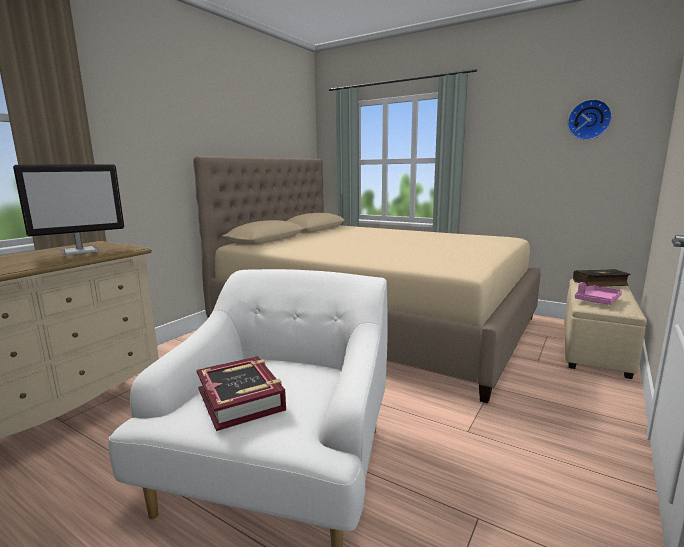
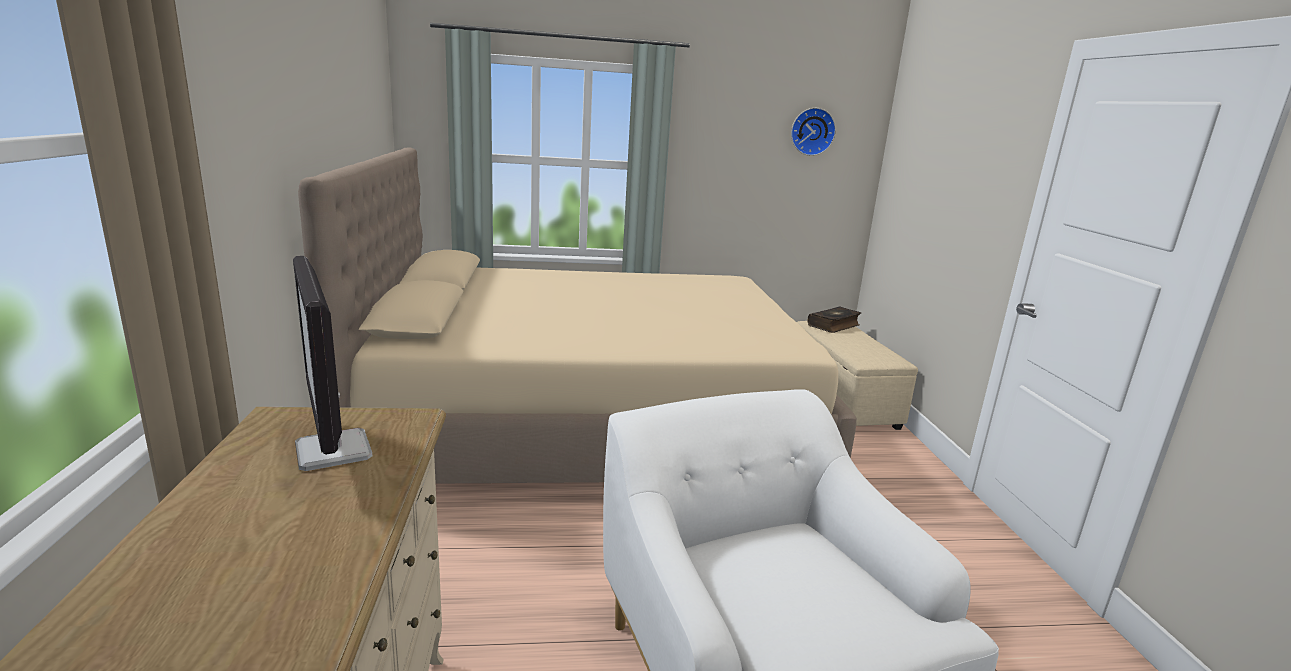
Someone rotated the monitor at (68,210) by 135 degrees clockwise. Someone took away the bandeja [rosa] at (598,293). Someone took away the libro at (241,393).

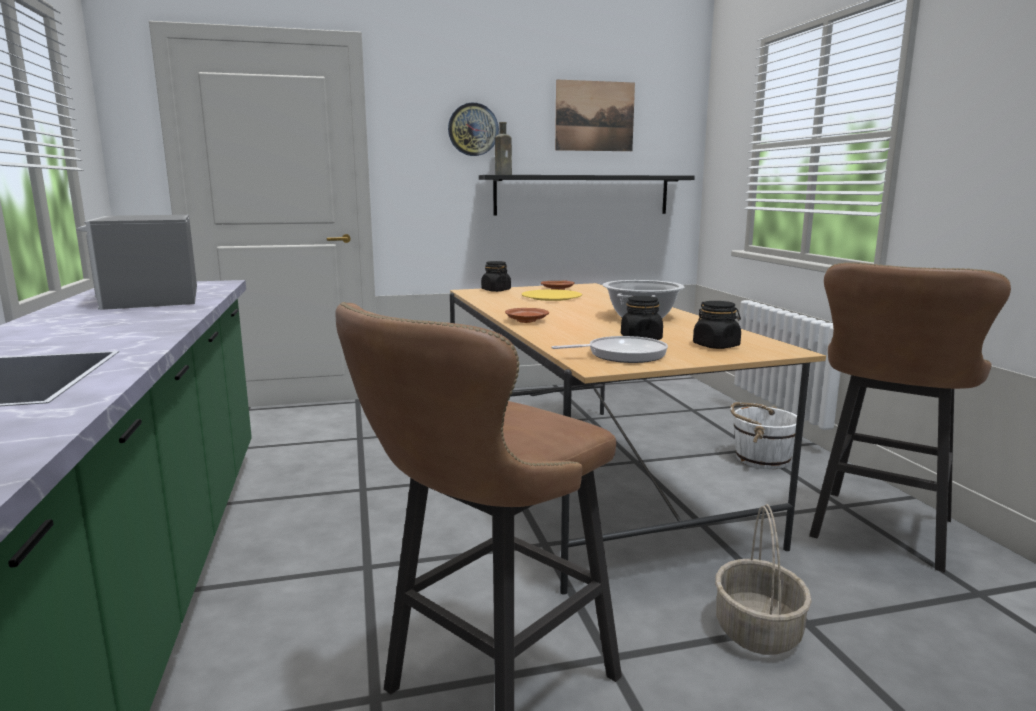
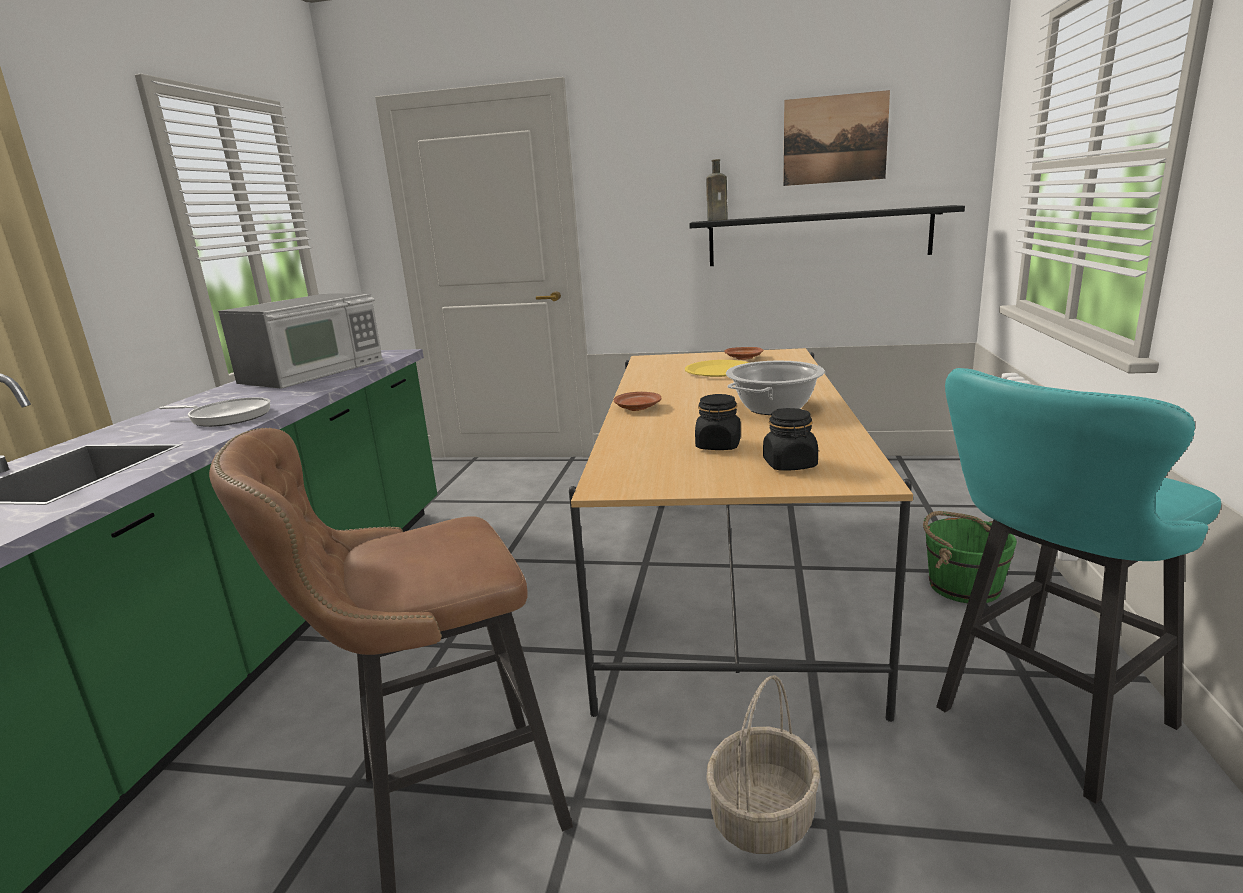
Someone took away the reloj de pared at (473,129). Someone rotated the microondas at (137,262) by 150 degrees counterclockwise. Someone took away the tarro [negro] at (496,276). Someone repainted the taburete [marrón] at (910,417), which became the taburete [turquesa] at (1078,586). Someone carried the sartén from (609,349) to (214,412). Someone repainted the cubo [blanco] at (763,435), which became the cubo [verde] at (970,557).

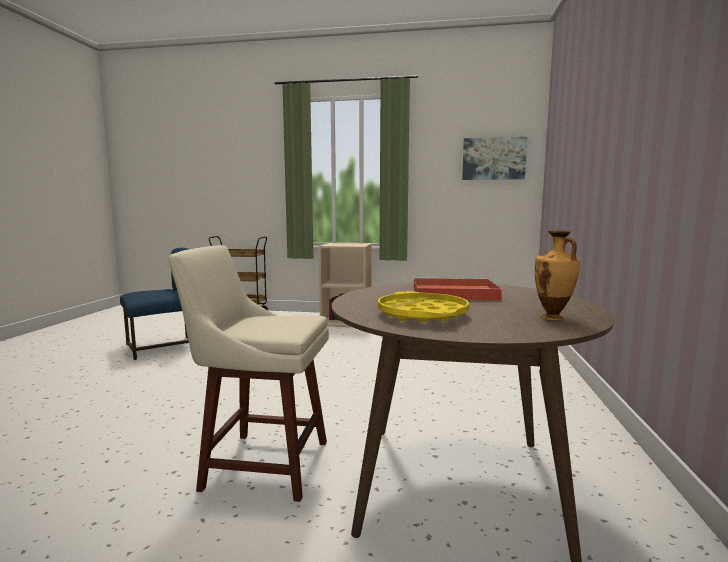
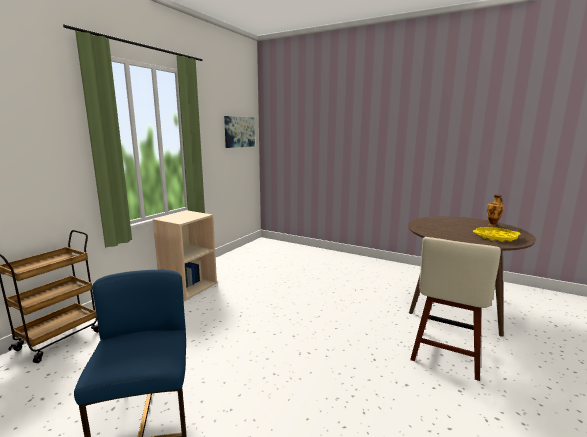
Someone took away the bandeja [rojo] at (458,289).

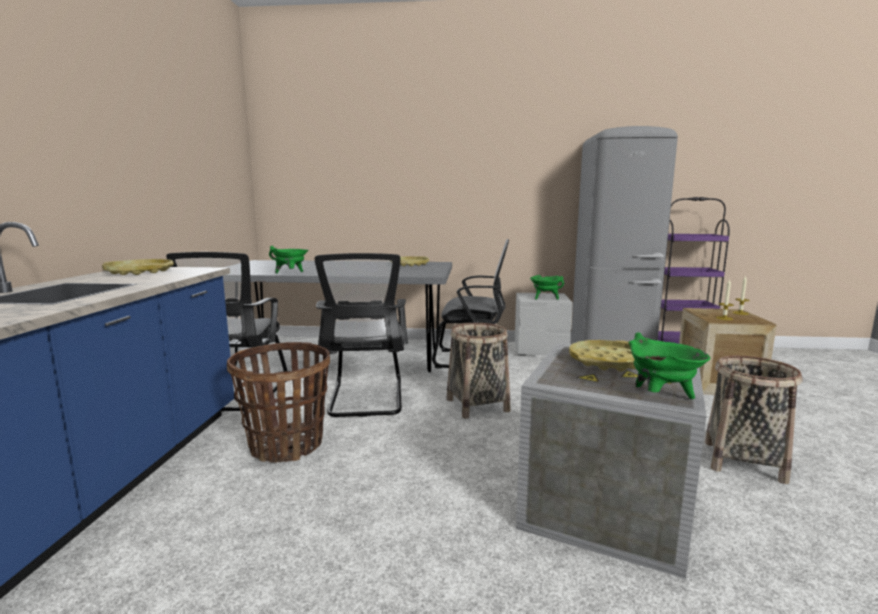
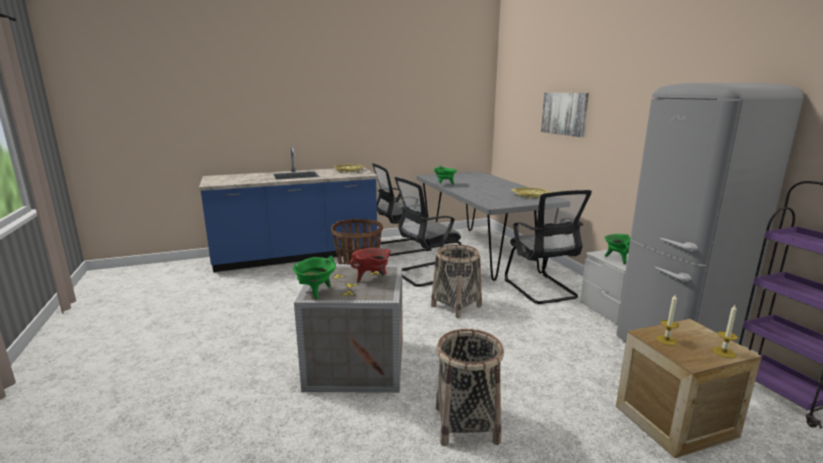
Someone swapped the bandeja [amarillo] at (602,356) for the olla [rojo] at (370,265). Someone put up the cuadro at (565,115).

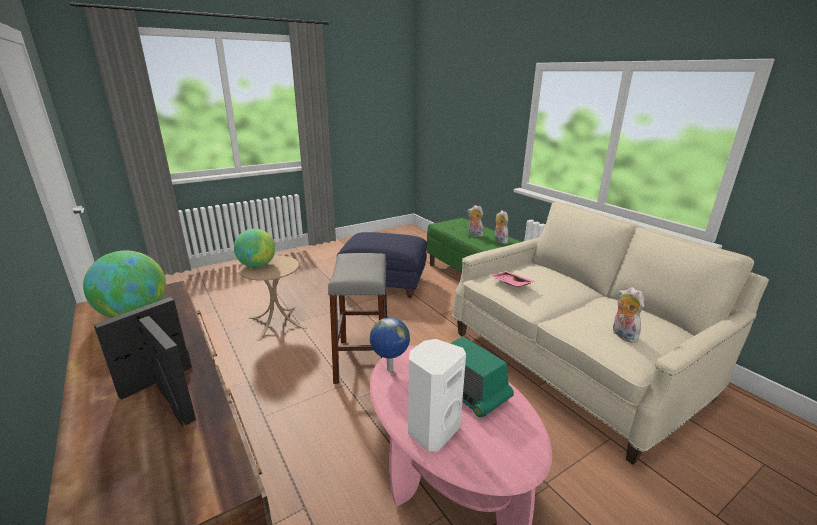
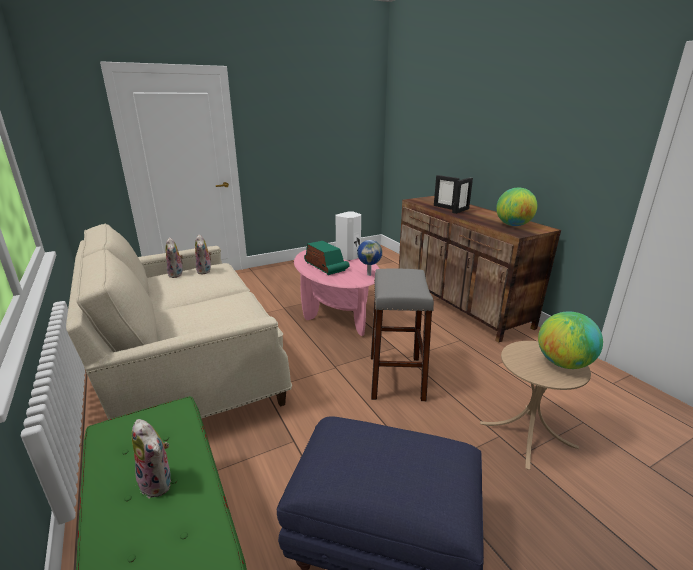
Someone carried the peluche from (502,227) to (174,257). Someone took away the bandeja [rosa] at (512,279).

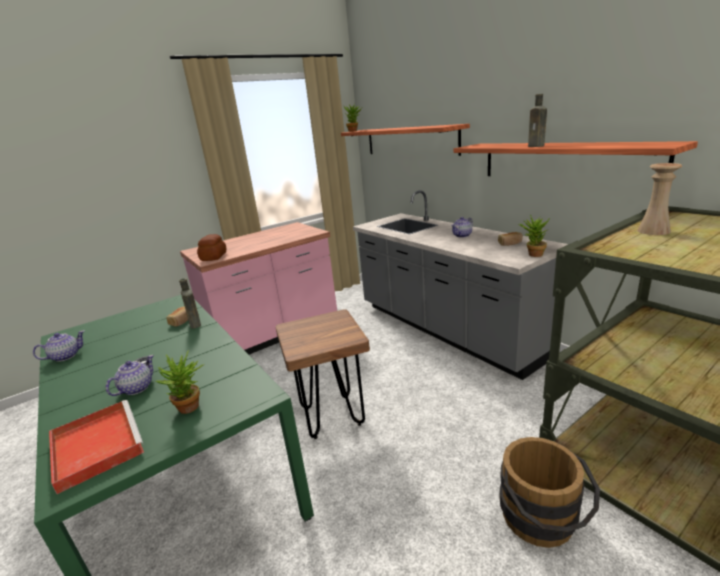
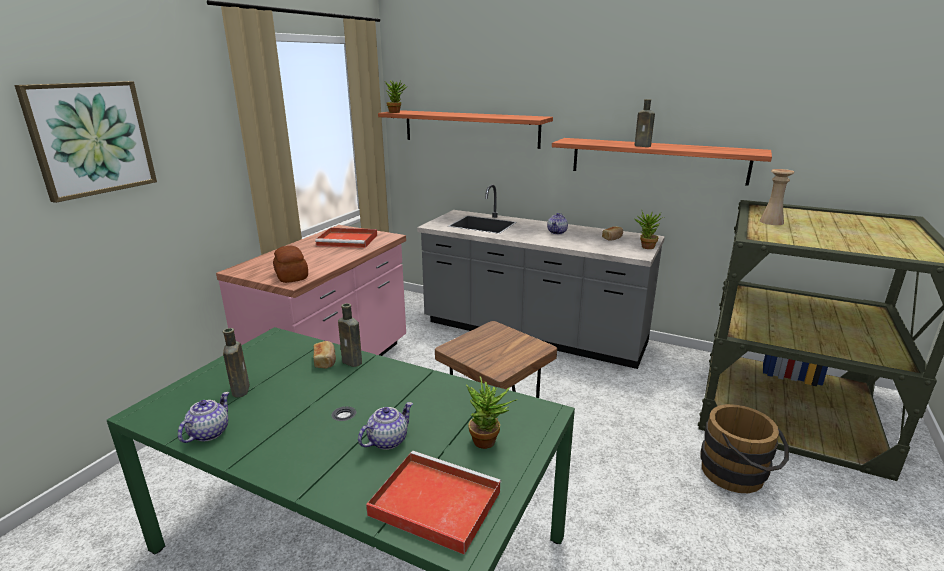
Someone rotated the tetera at (130,375) by 45 degrees clockwise. Someone put up the cuadro at (85,142). Someone put down the bandeja [rojo] at (346,237). Someone put down the botella [marrón] at (236,363).

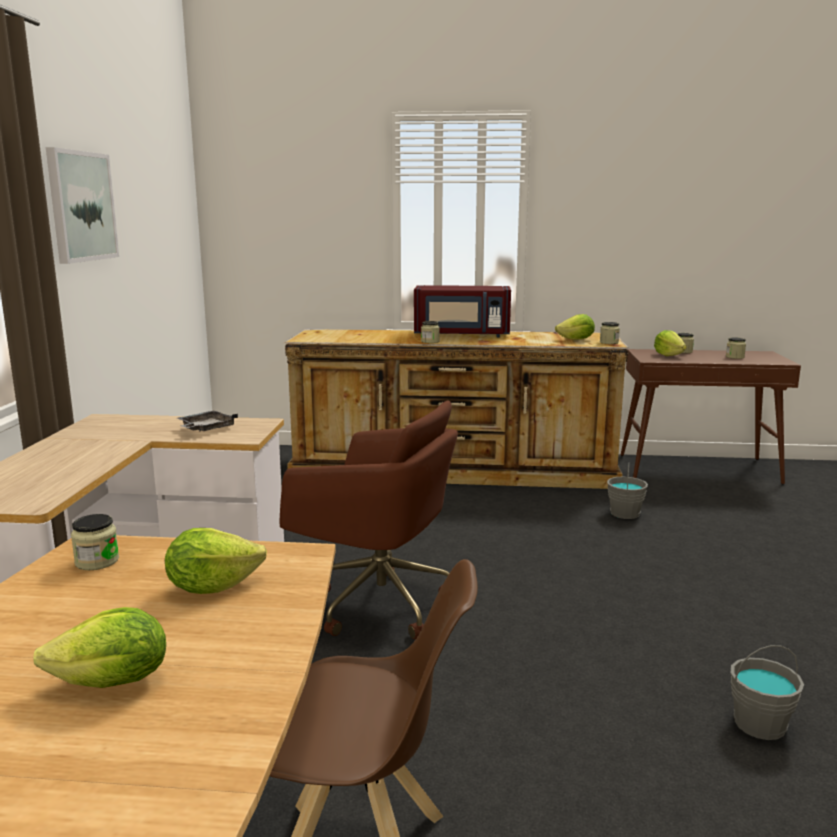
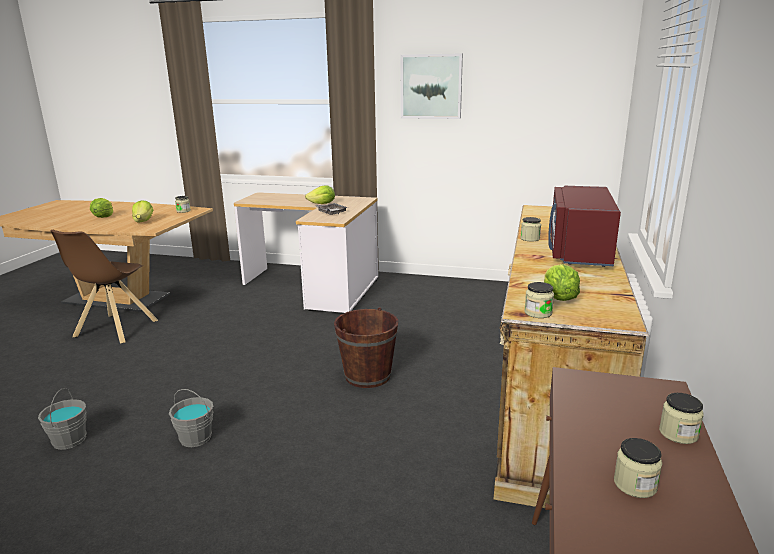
Someone carried the lechuga from (670,343) to (320,194). Someone took away the silla de oficina [marrón] at (369,519). Someone carried the cubo [gris] from (627,491) to (191,418). Someone put down the cubo [marrón] at (366,347).

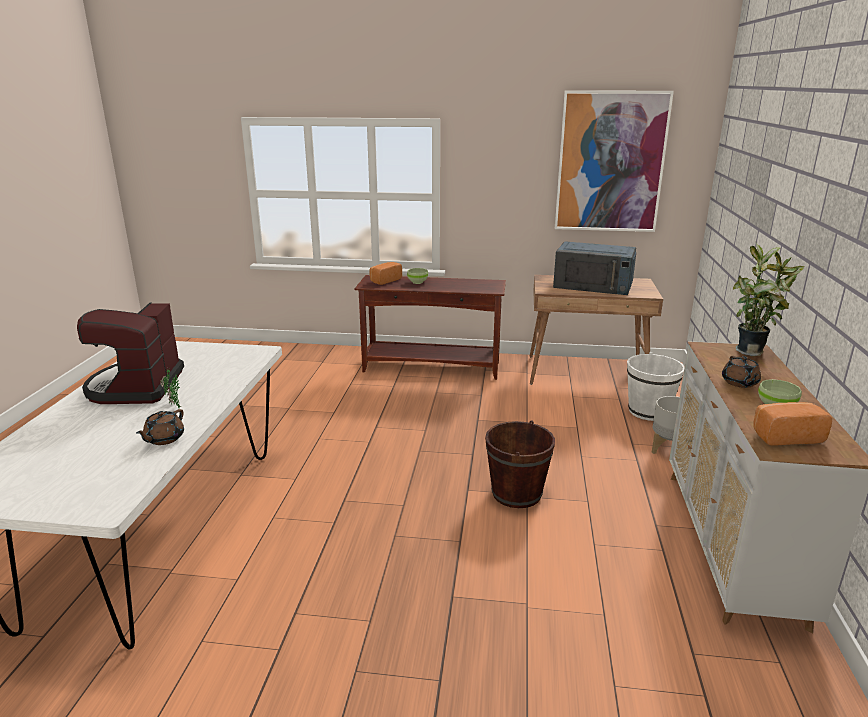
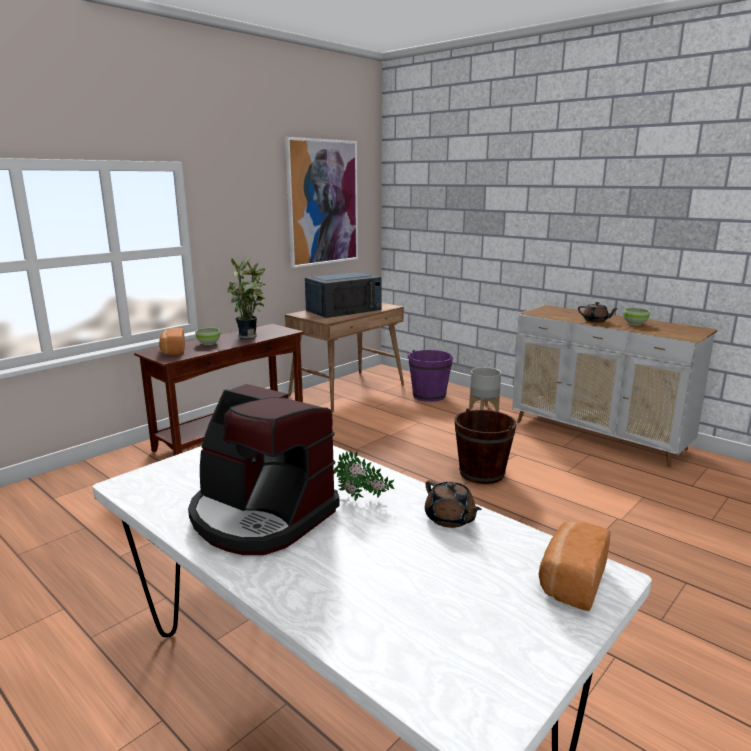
Someone carried the planta en maceta from (769,298) to (247,297). Someone repainted the cubo [blanco] at (656,386), which became the cubo [morado] at (430,376). Someone carried the pan from (792,423) to (574,566).

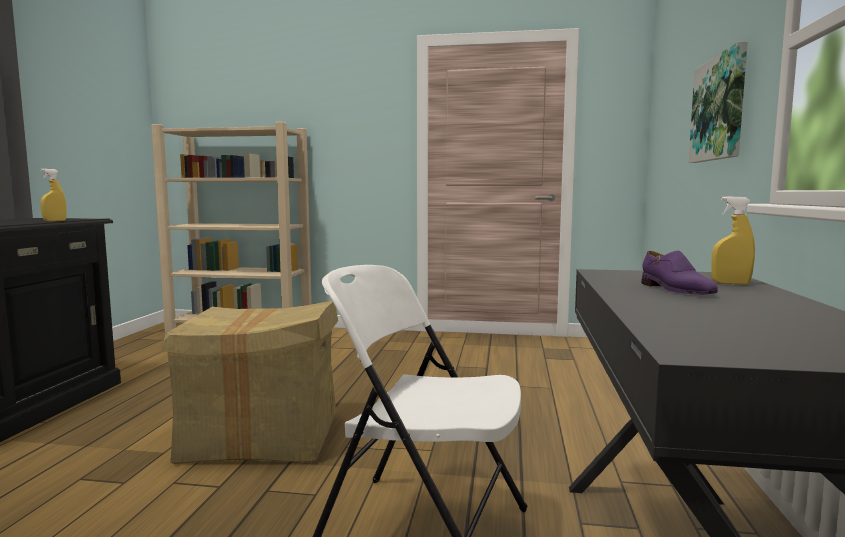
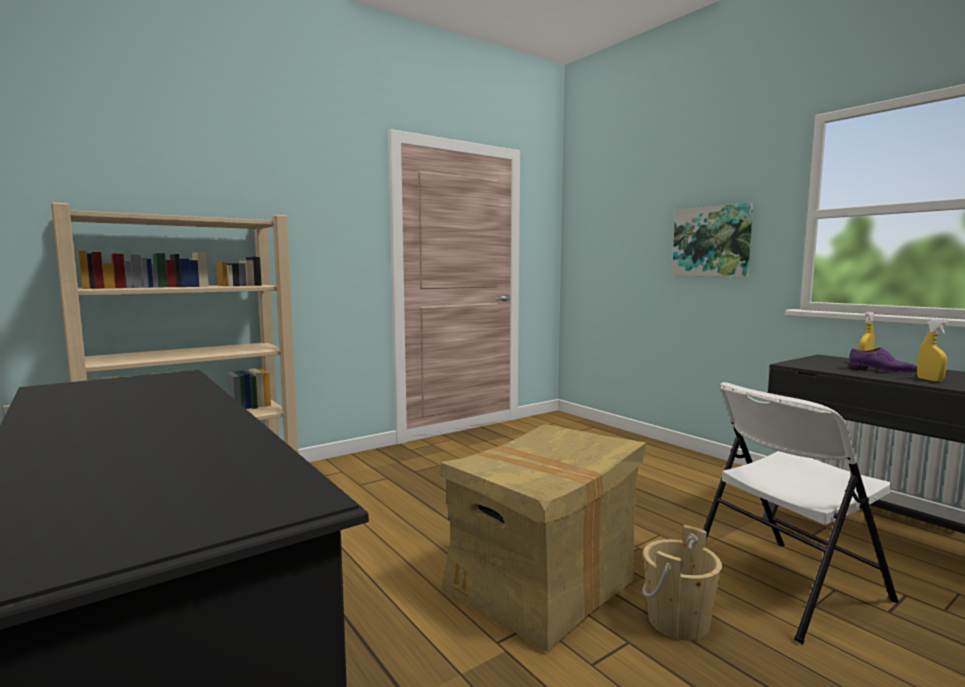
Someone carried the pulverizador [amarillo] from (53,194) to (932,351). Someone put down the cubo [beis] at (682,583).

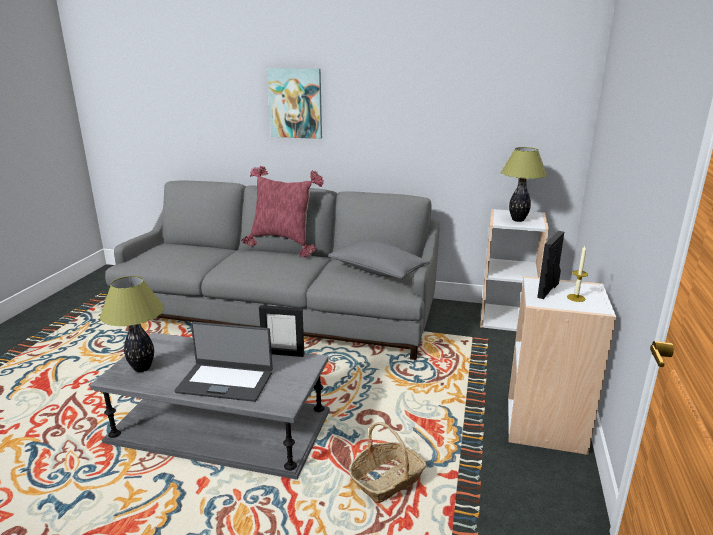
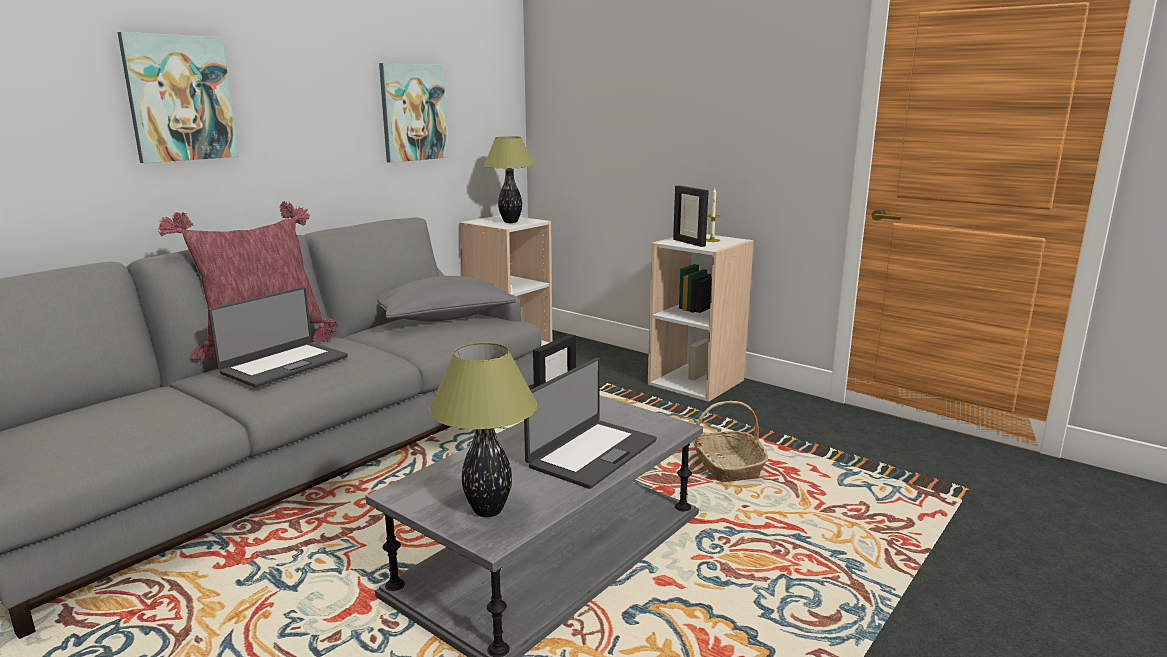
Someone put up the cuadro at (413,113). Someone put down the portátil at (278,337).

